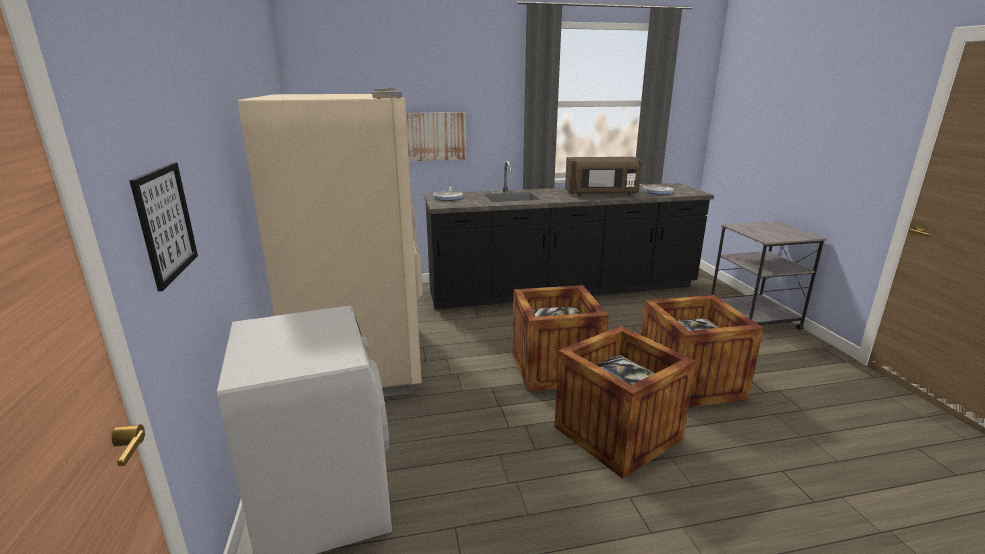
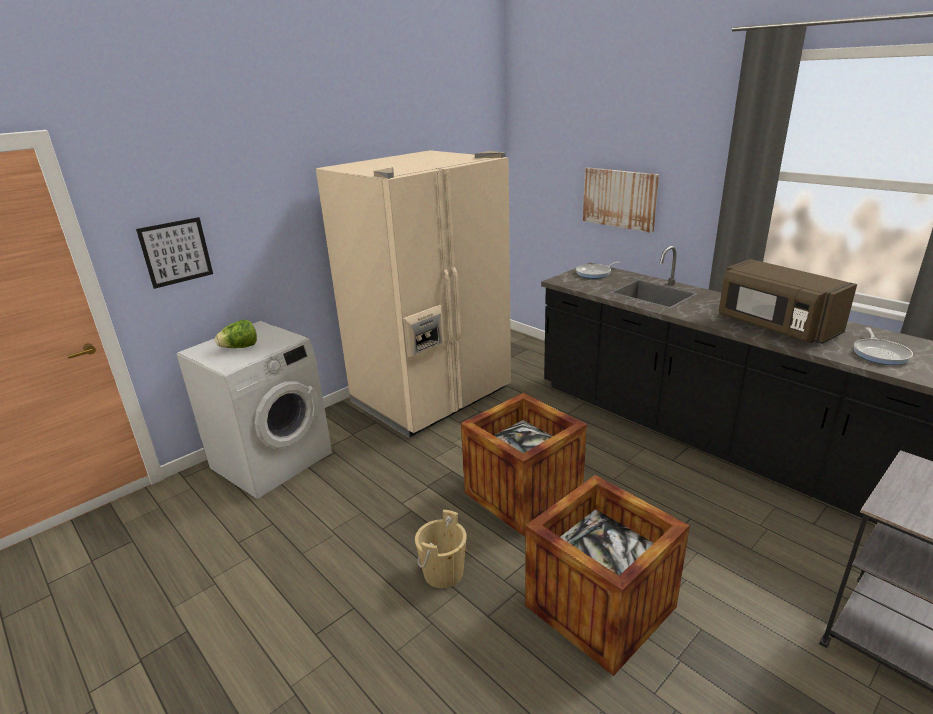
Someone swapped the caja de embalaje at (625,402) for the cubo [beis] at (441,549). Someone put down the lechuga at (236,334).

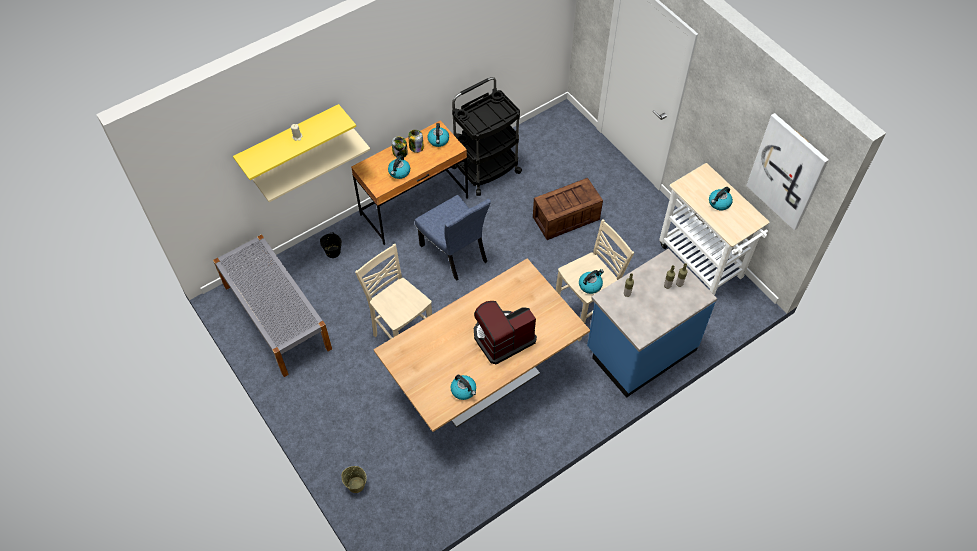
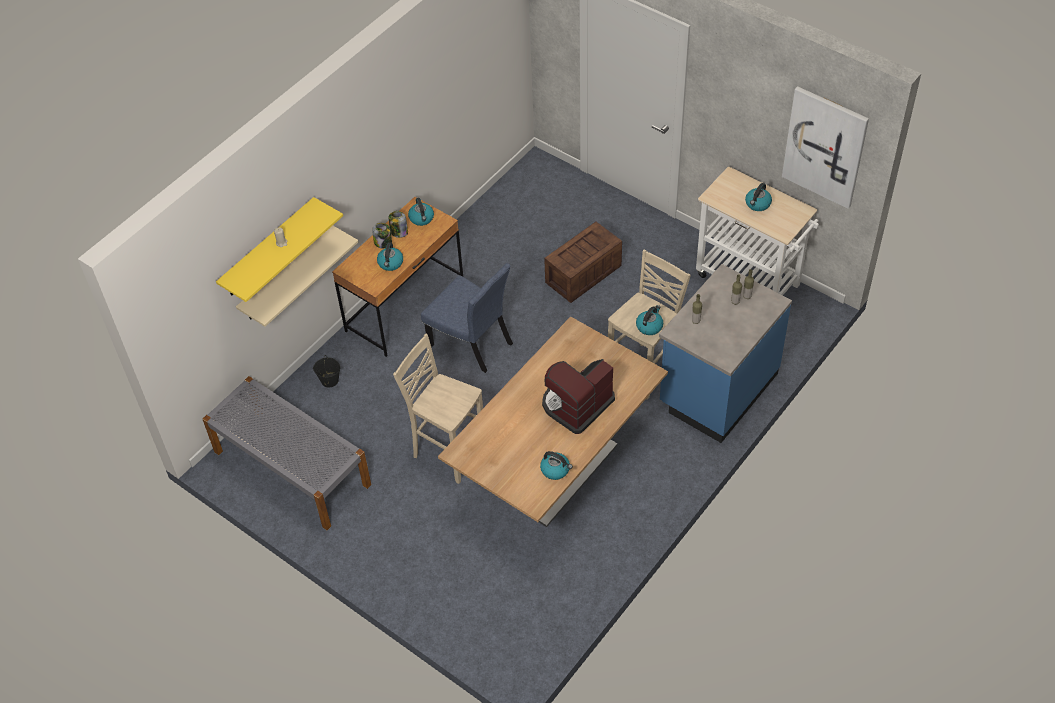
Someone took away the carrito [negro] at (486,136). Someone took away the cubo [beis] at (354,479).

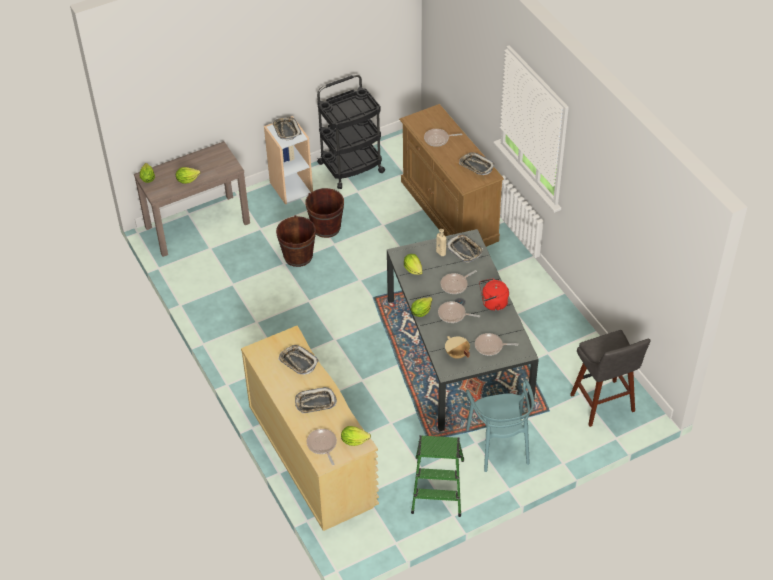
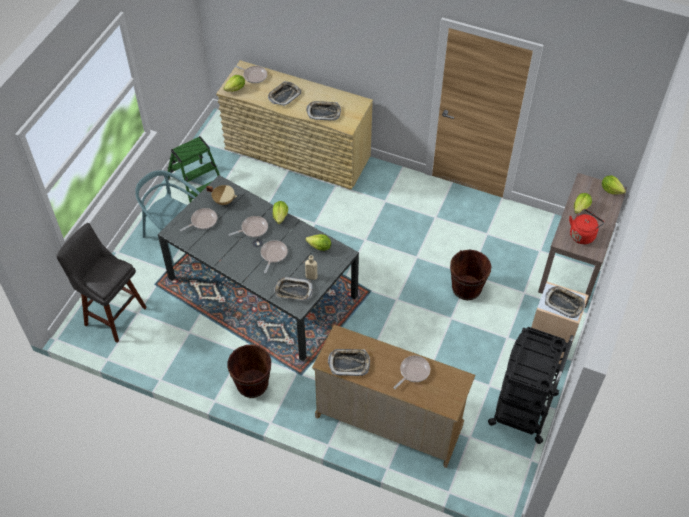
Someone carried the cubo [marrón] from (324,213) to (249,371). Someone carried the hervidor [rojo] from (494,294) to (586,226).

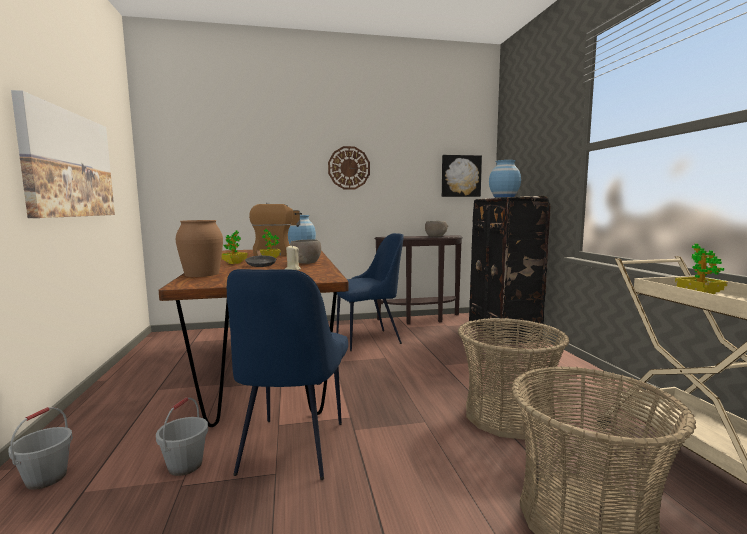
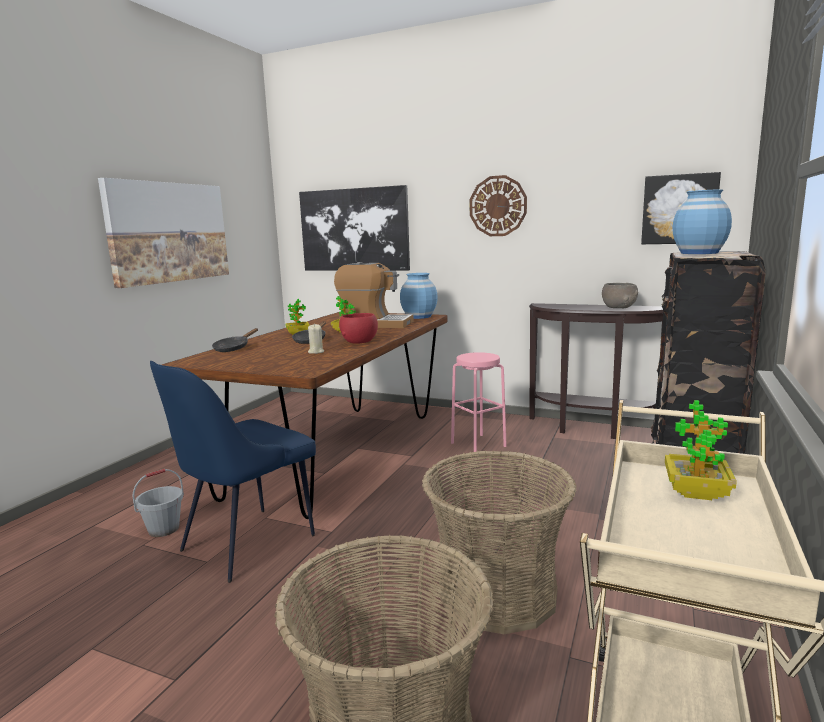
Someone swapped the florero [marrón] at (199,248) for the sartén [negro] at (235,340). Someone swapped the silla [azul] at (370,292) for the taburete [rosa] at (479,402). Someone repainted the cuenco [gris] at (305,252), which became the cuenco [rojo] at (358,328). Someone took away the cubo [gris] at (40,448). Someone put up the cuadro at (354,228).

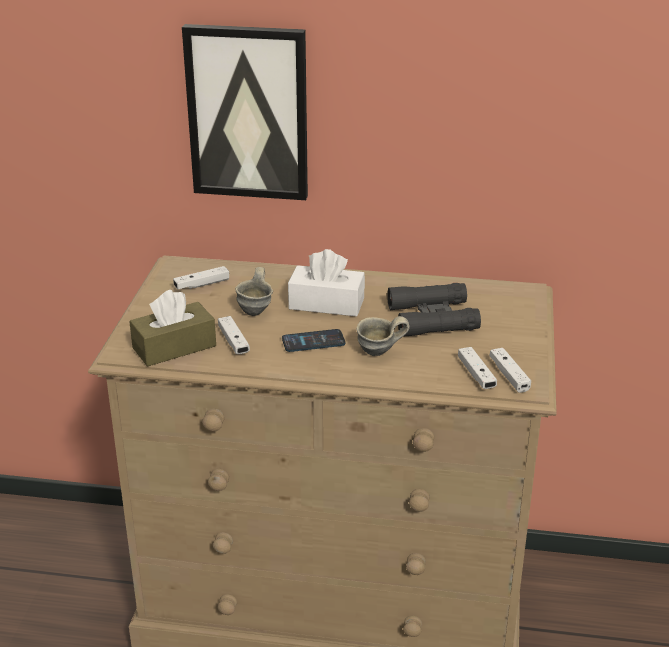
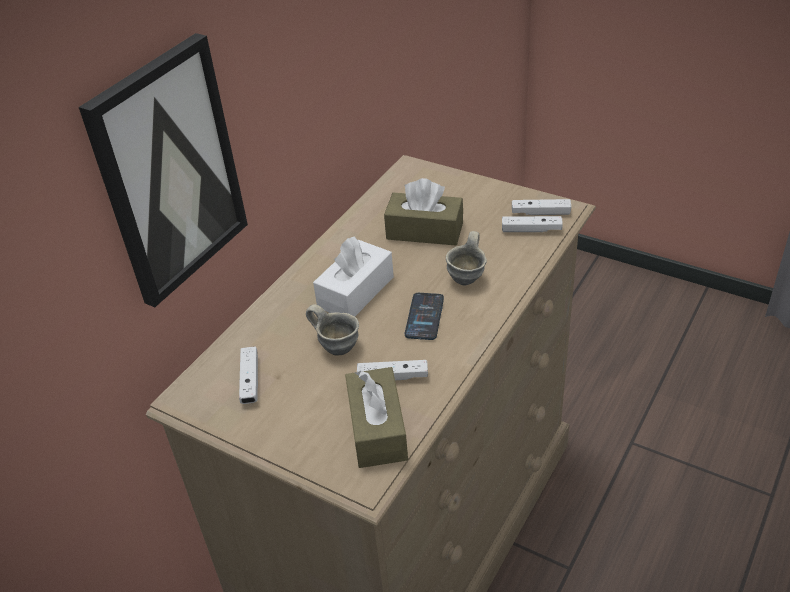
Someone swapped the prismáticos [negro] at (434,310) for the caja de pañuelos [marrón] at (423,211).

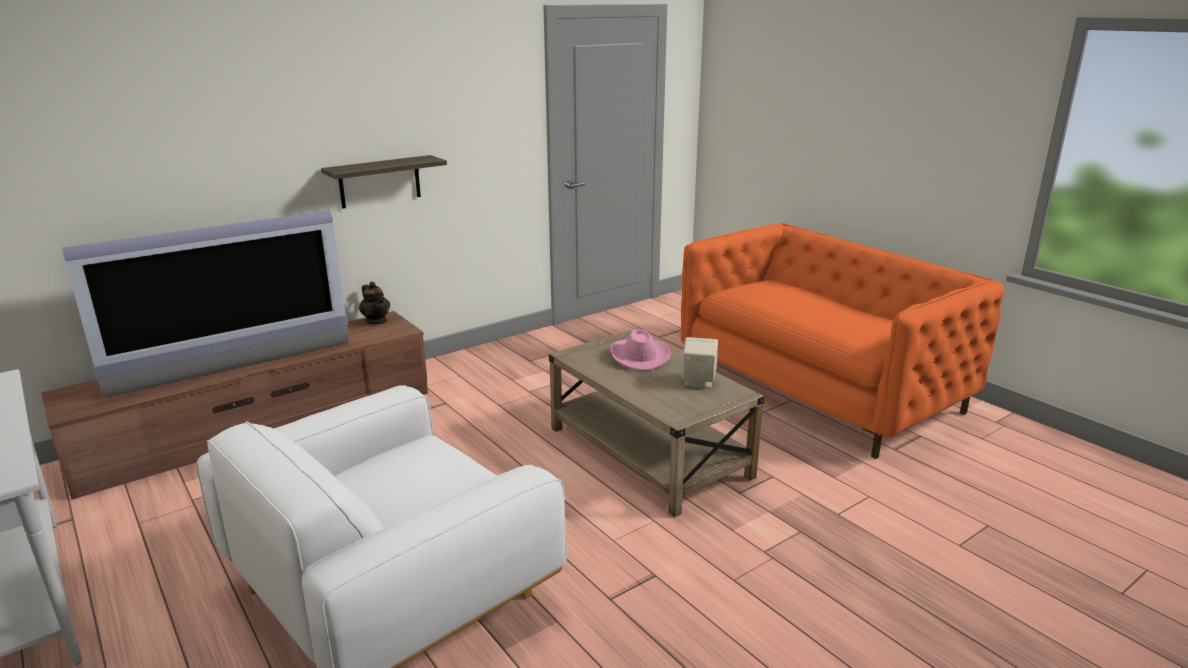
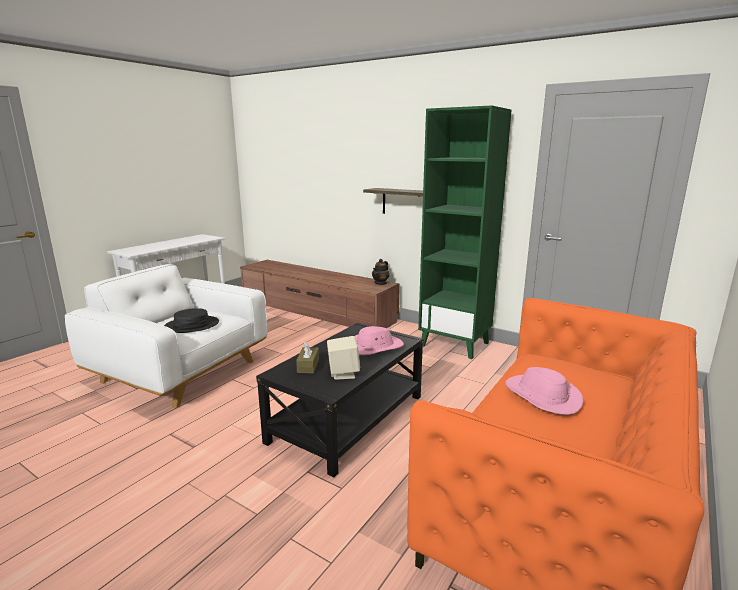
Someone took away the televisor at (205,304). Someone repainted the mesa de centro [beis] at (656,423), which became the mesa de centro [negro] at (340,400). Someone put down the estantería [verde] at (465,232). Someone put down the sombrero [negro] at (191,320). Someone put down the caja de pañuelos [marrón] at (307,357). Someone put down the sombrero [rosa] at (544,391).

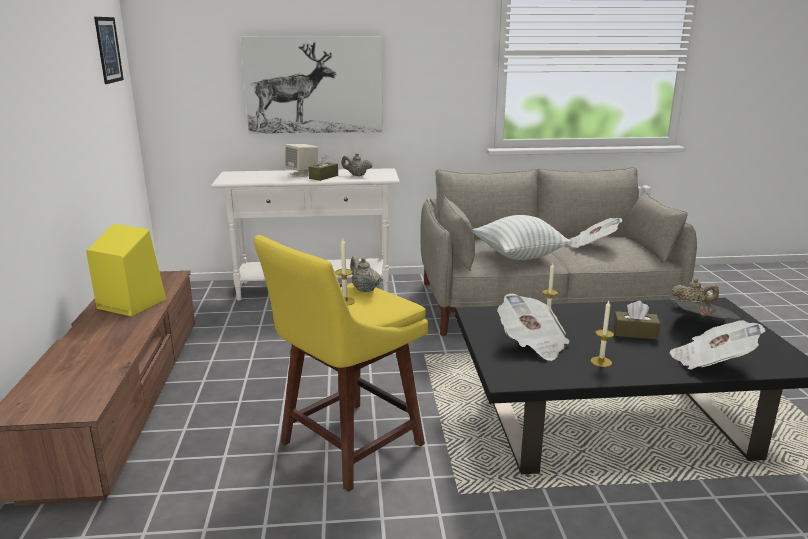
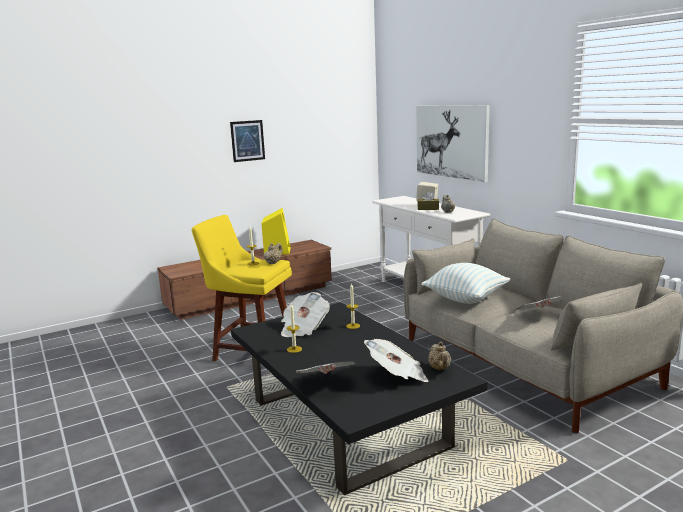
Someone carried the cuadro from (109,50) to (247,141). Someone took away the caja de pañuelos [marrón] at (637,320).

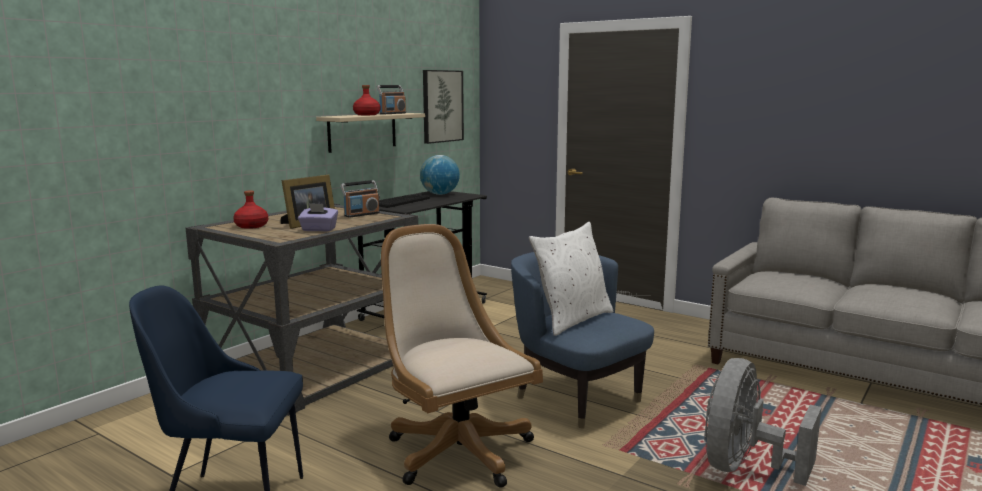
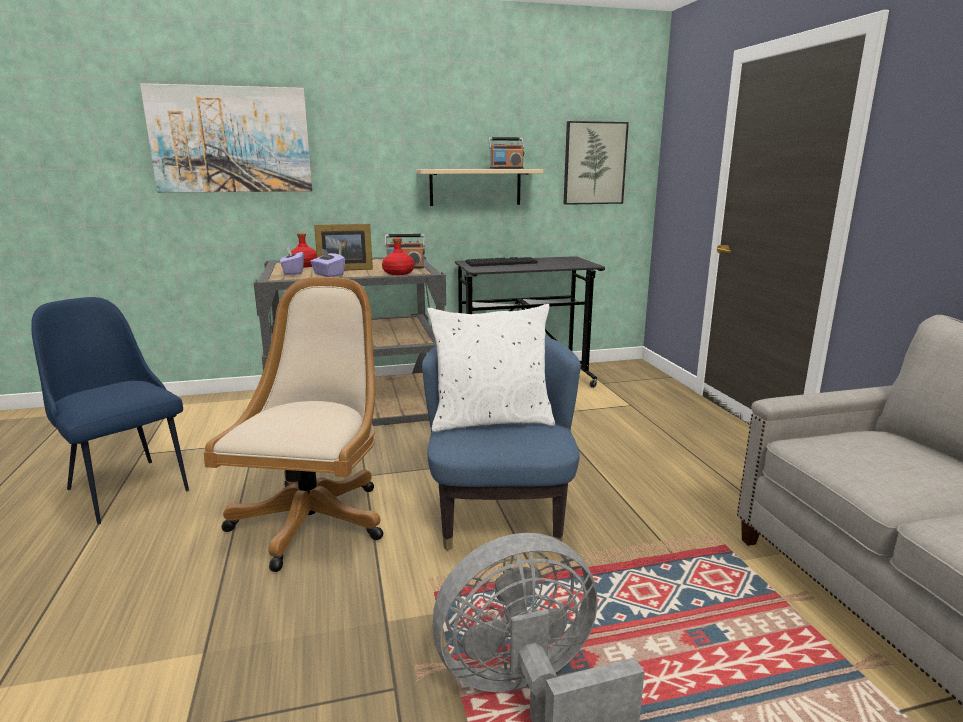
Someone carried the botella [rojo] from (366,100) to (398,256). Someone took away the globo terráqueo at (440,175). Someone put up the cuadro at (226,138). Someone put down the caja de pañuelos [morado] at (292,260).

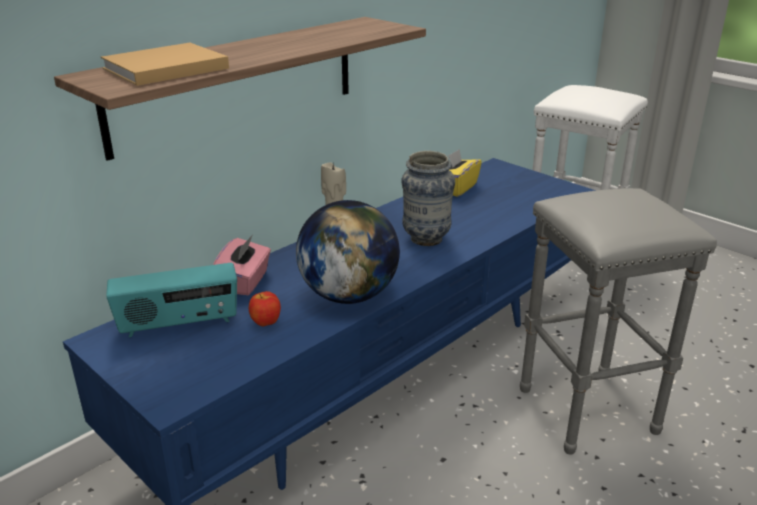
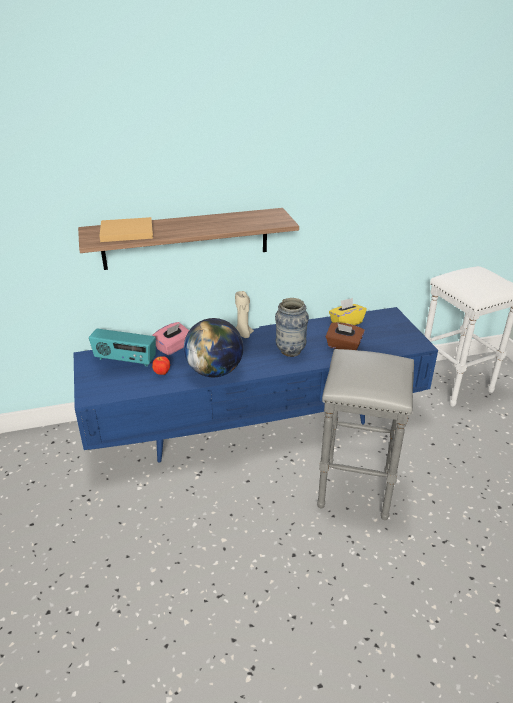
Someone put down the caja de pañuelos [marrón] at (345,336).

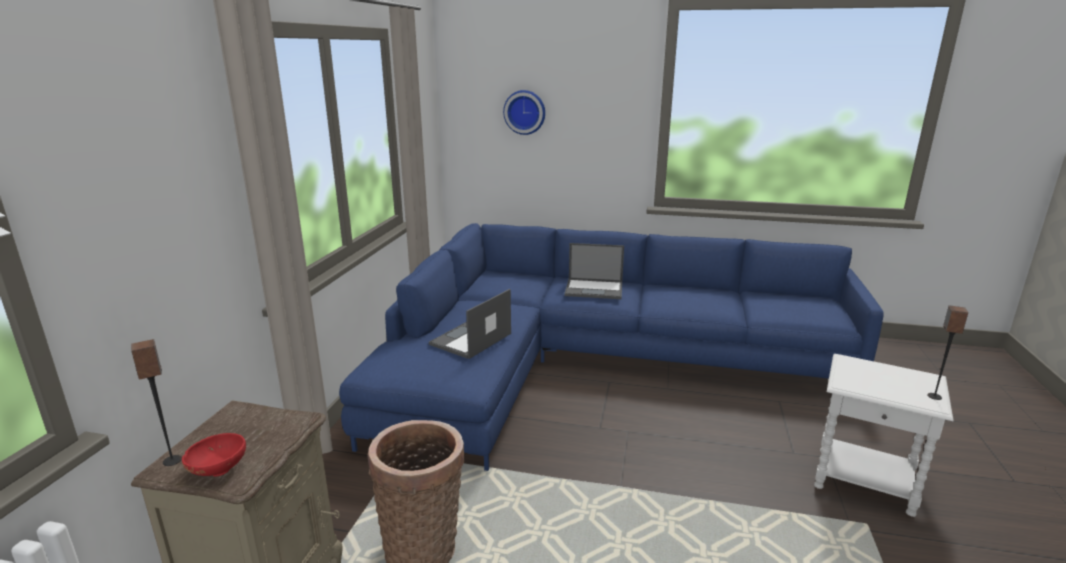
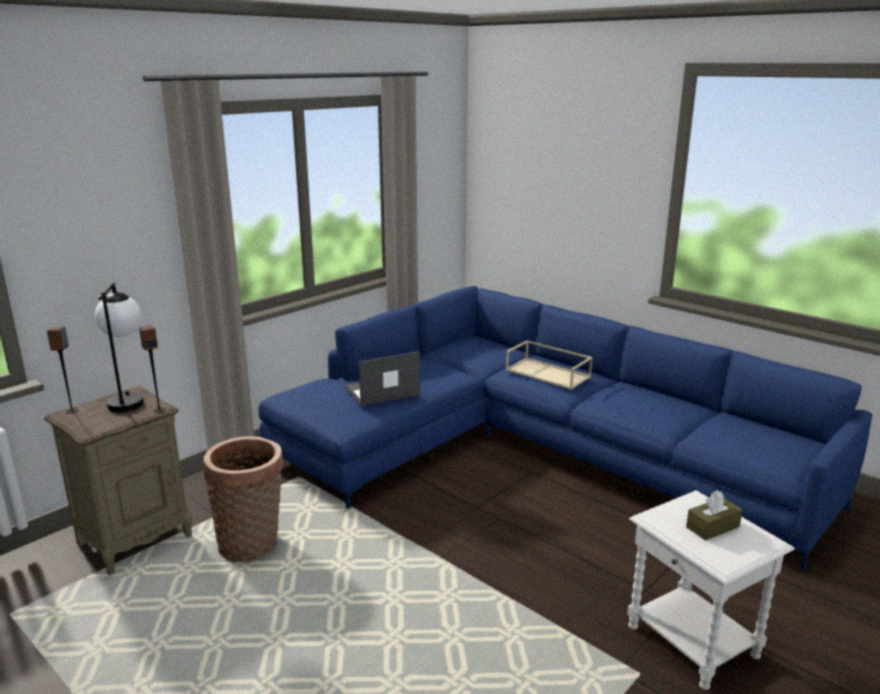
Someone took away the reloj de pared at (524,112). Someone swapped the portátil at (594,271) for the bandeja [beis] at (549,365). Someone carried the altavoz from (947,352) to (152,369). Someone took away the cuenco [rojo] at (214,454). Someone put down the lámpara de mesa at (119,348). Someone put down the caja de pañuelos [marrón] at (714,515).

